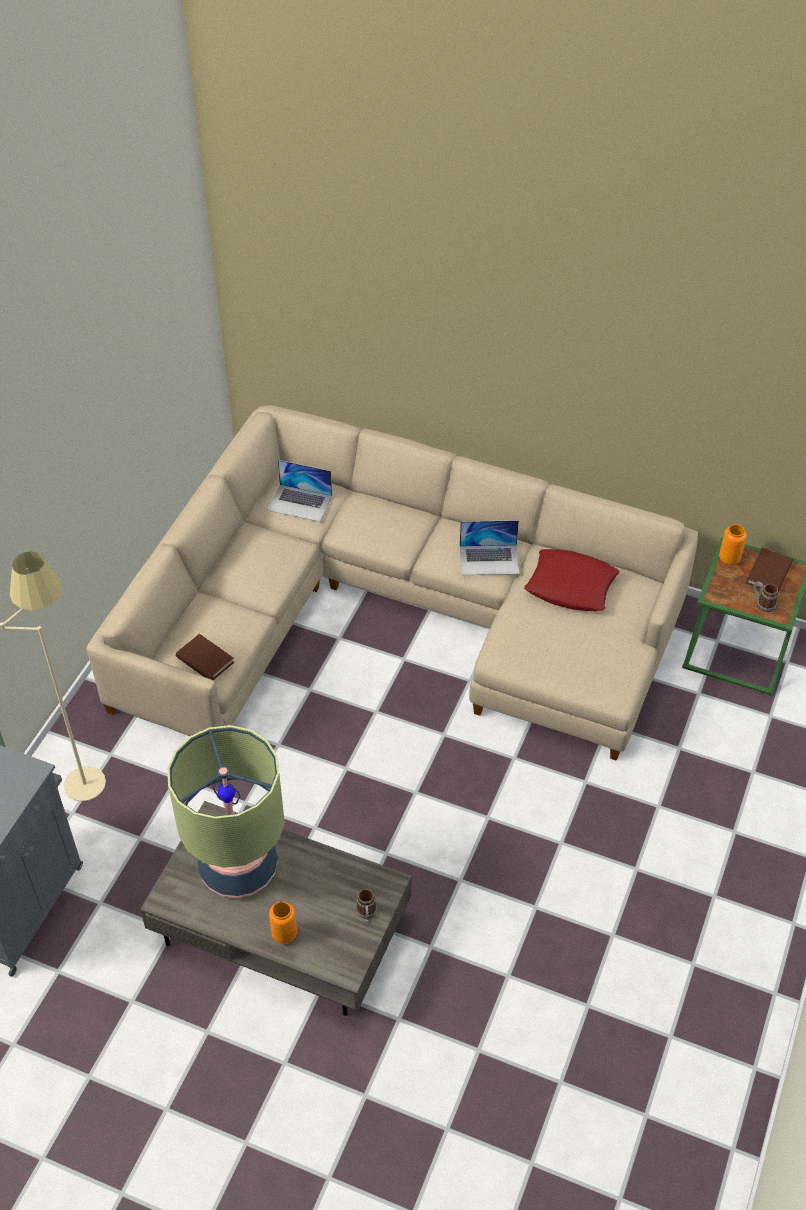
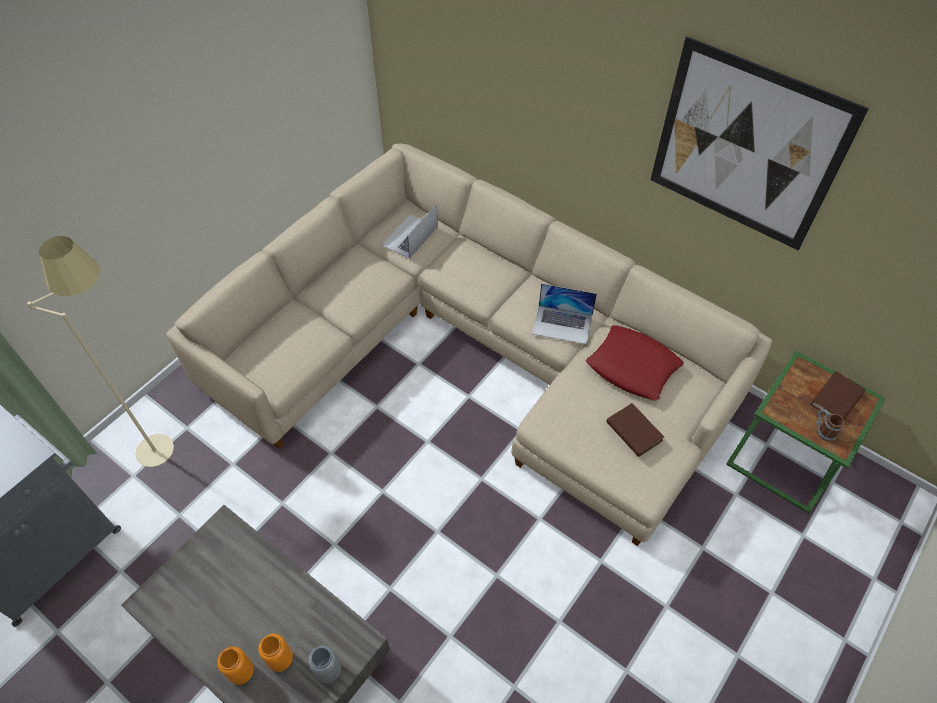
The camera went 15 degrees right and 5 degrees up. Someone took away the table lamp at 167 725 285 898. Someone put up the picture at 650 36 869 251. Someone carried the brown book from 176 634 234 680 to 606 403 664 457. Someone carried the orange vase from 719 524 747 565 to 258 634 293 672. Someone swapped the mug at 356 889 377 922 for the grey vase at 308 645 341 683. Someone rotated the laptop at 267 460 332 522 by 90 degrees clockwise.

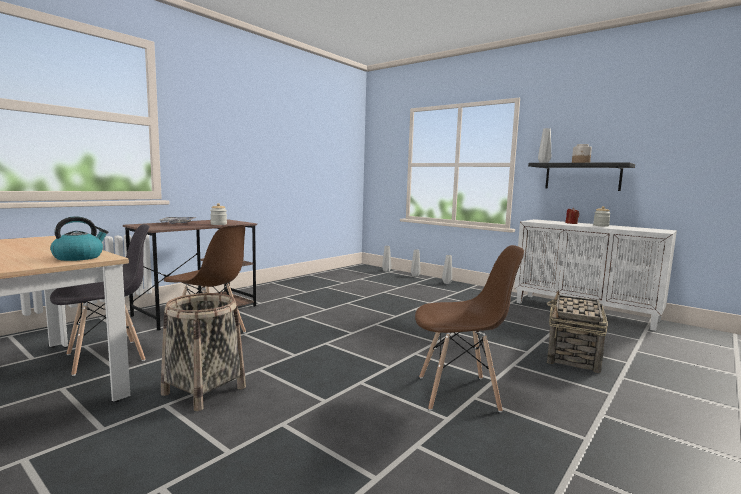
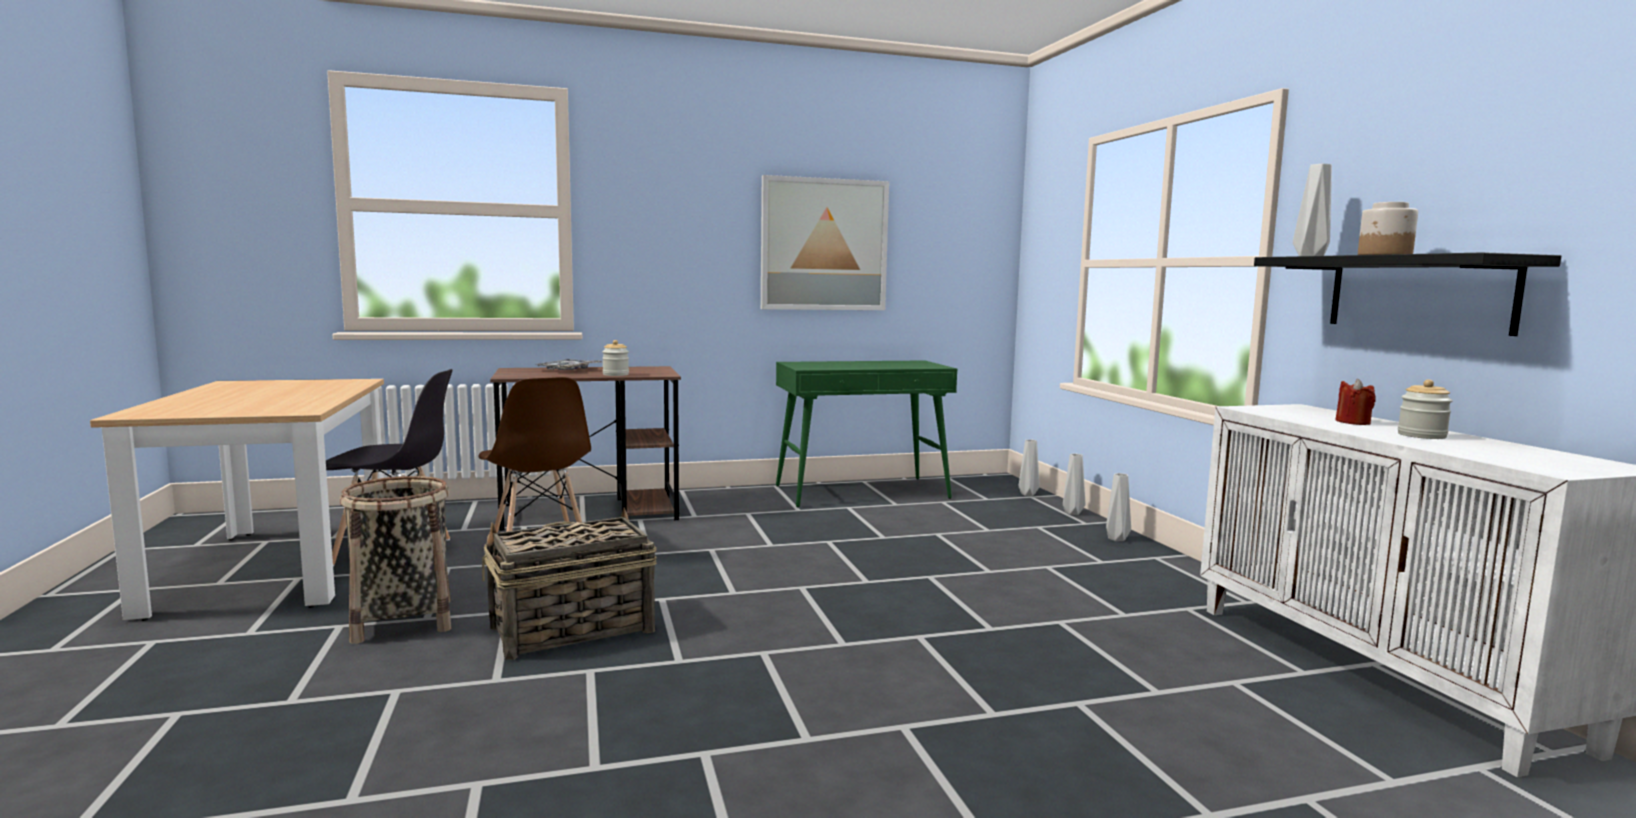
The camera went 35 degrees right and 0 degrees up. Someone took away the kettle at 50 216 108 261. Someone took away the brown chair at 415 245 524 412. Someone put up the picture at 761 175 889 310. Someone put down the green console table at 776 360 957 508. Someone carried the basket from 547 290 608 373 to 482 507 657 660.

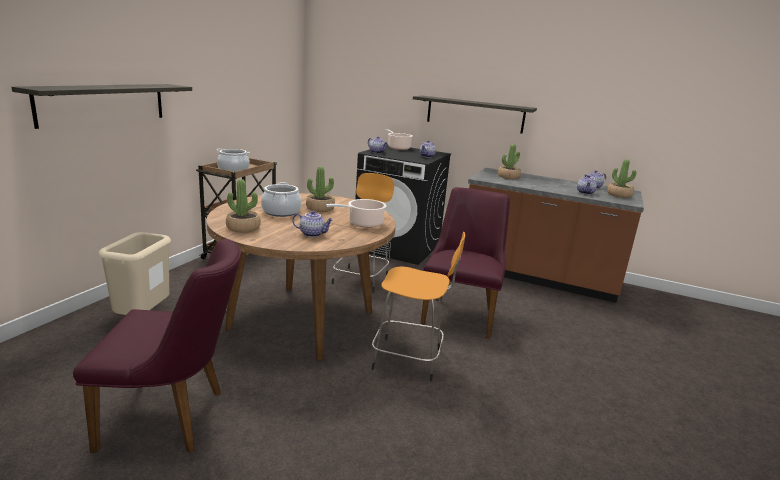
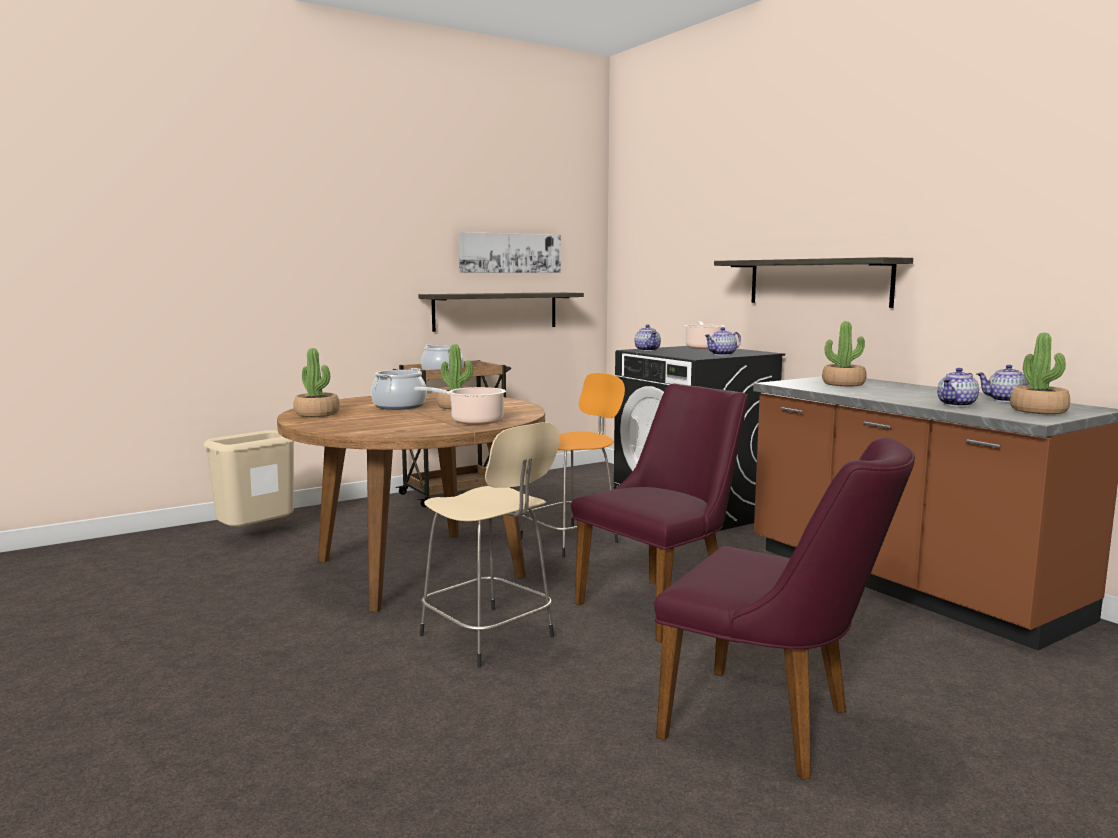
The camera went 35 degrees right and 10 degrees down. Someone took away the teapot at 292 211 333 237. Someone put up the picture at 459 232 561 273. Someone carried the shelf from 11 84 192 129 to 418 292 584 332. Someone carried the purple chair from 73 239 241 453 to 654 437 915 780. Someone repainted the orange stool at 372 232 465 381, which became the beige stool at 420 422 560 668.

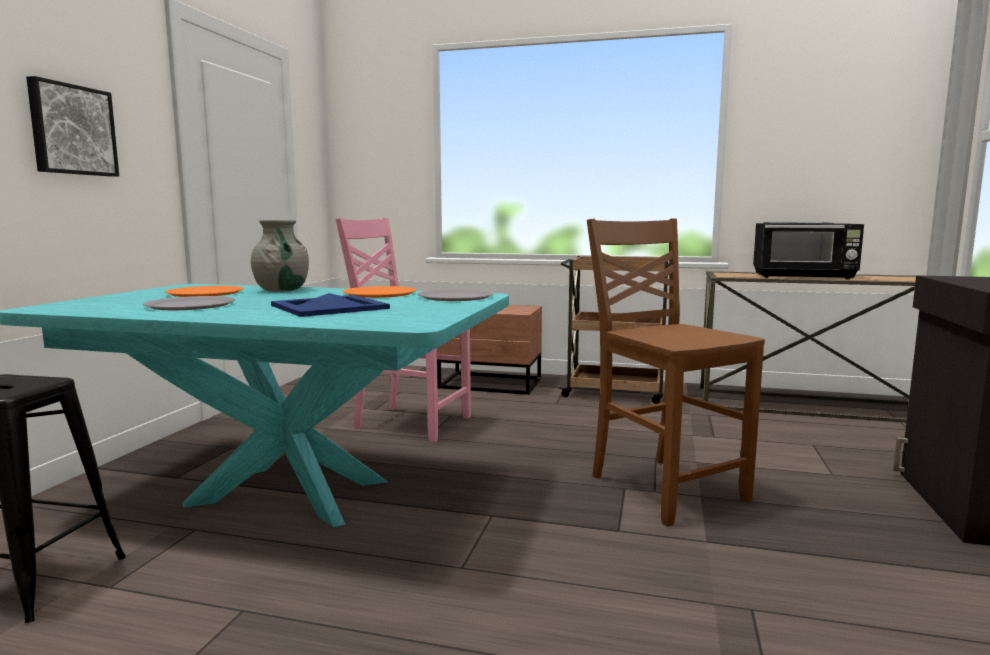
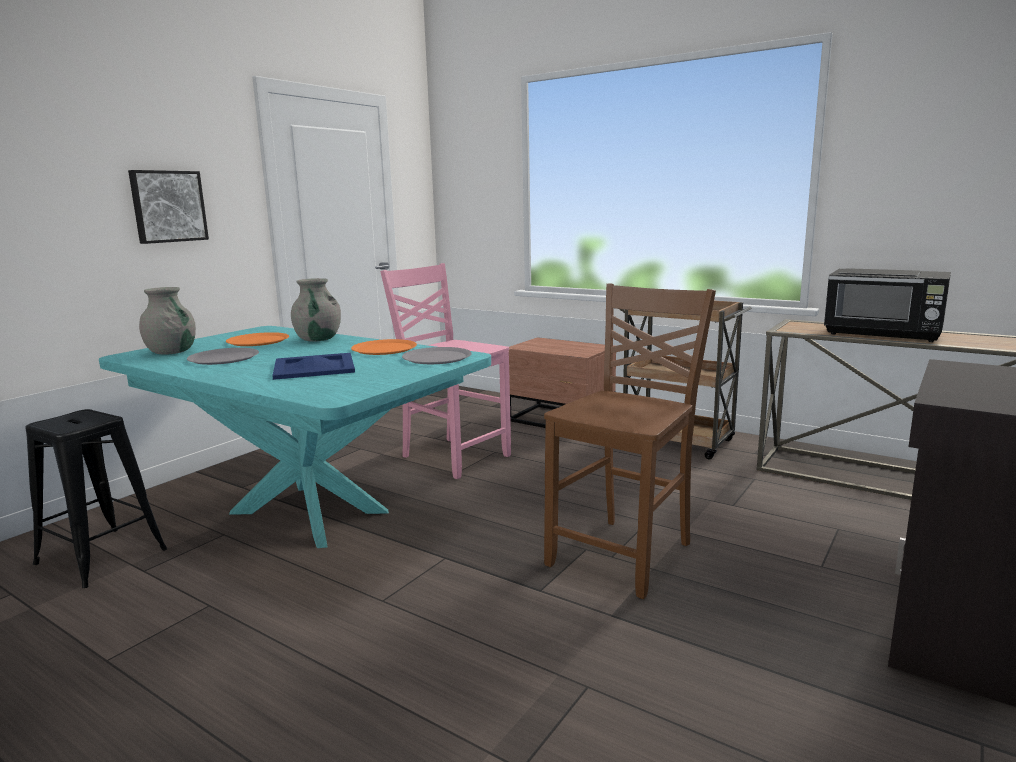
The camera went 20 degrees right and 5 degrees up. Someone put down the grey vase at 139 287 196 355. Someone rotated the brown chair at 587 218 765 526 by 45 degrees clockwise.

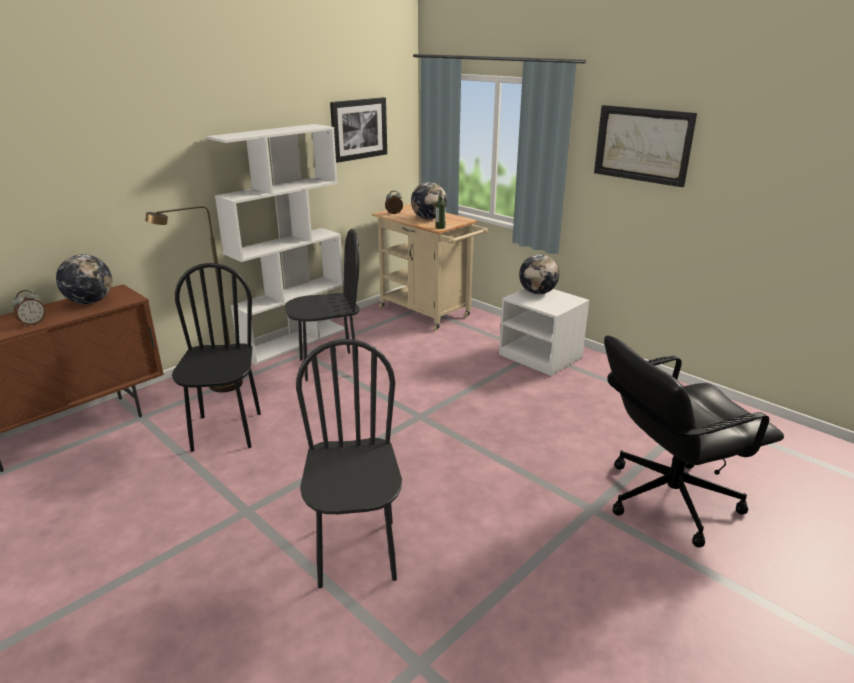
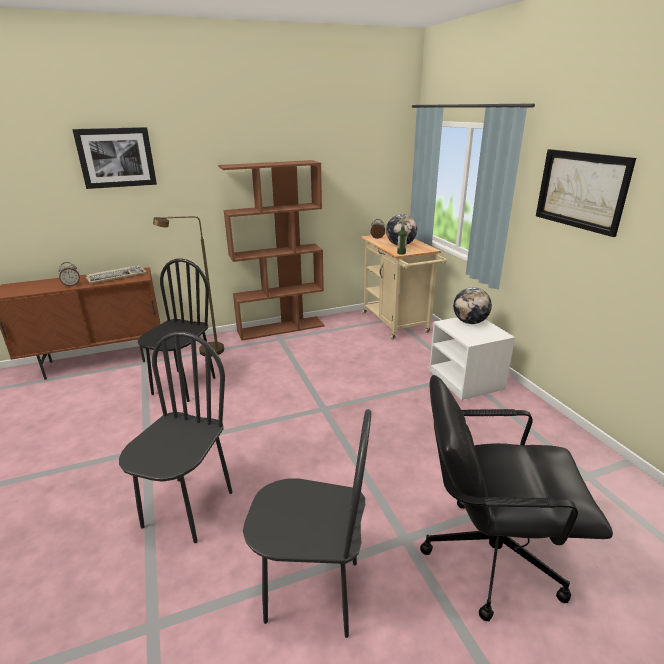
The camera went 25 degrees right and 0 degrees up. Someone carried the black chair from 285 229 360 381 to 243 409 371 638. Someone carried the picture from 330 97 387 163 to 72 127 157 189. Someone swapped the globe at 56 254 112 304 for the keyboard at 86 265 147 284. Someone repainted the white bookcase at 206 124 345 365, which became the brown bookcase at 218 160 325 341.

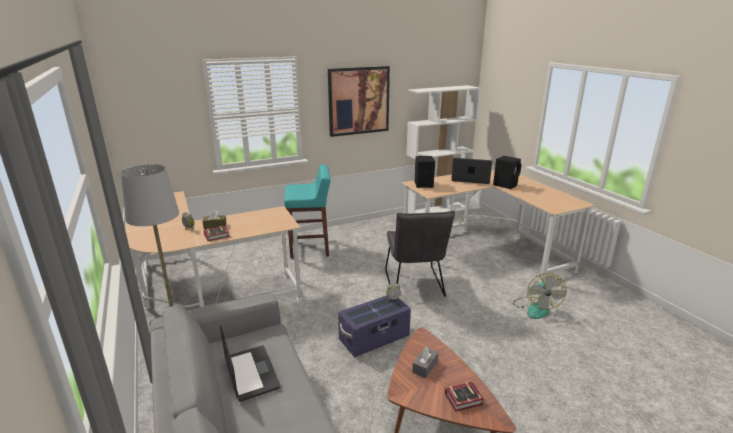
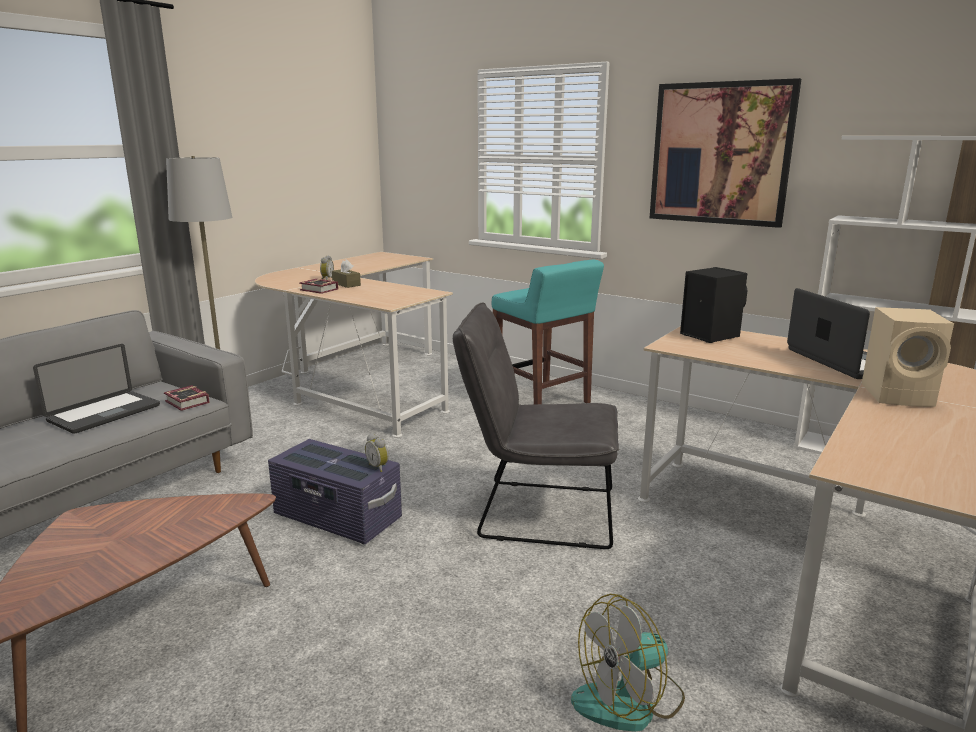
The camera went 60 degrees right and 5 degrees down. Someone took away the grey tissue box at 412 346 438 378. Someone carried the book from 445 382 484 412 to 164 385 210 411. Someone repainted the black speaker at 493 156 521 189, which became the beige speaker at 862 307 954 407. Someone rotated the grey chair at 385 210 455 297 by 45 degrees clockwise.

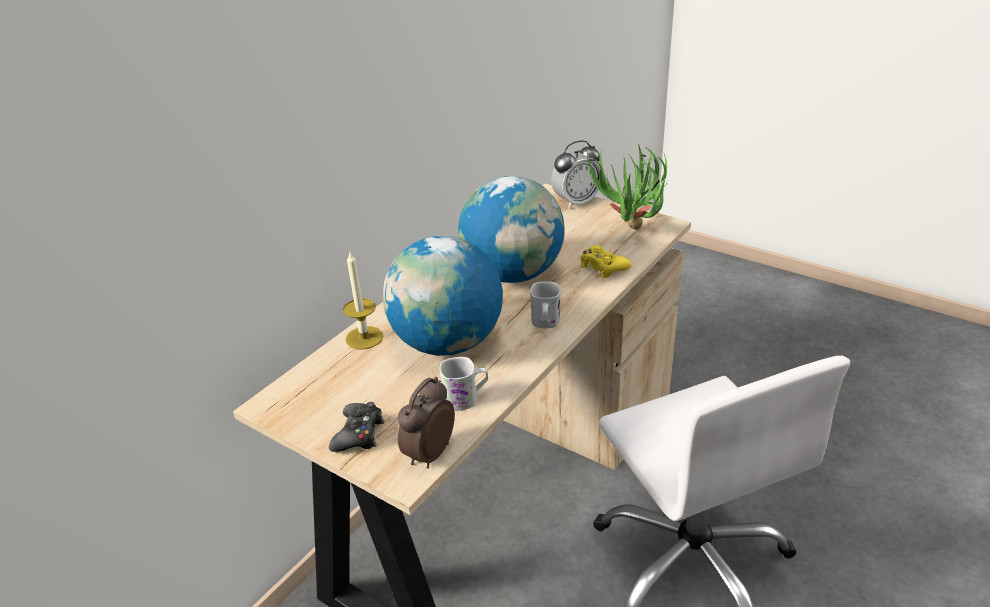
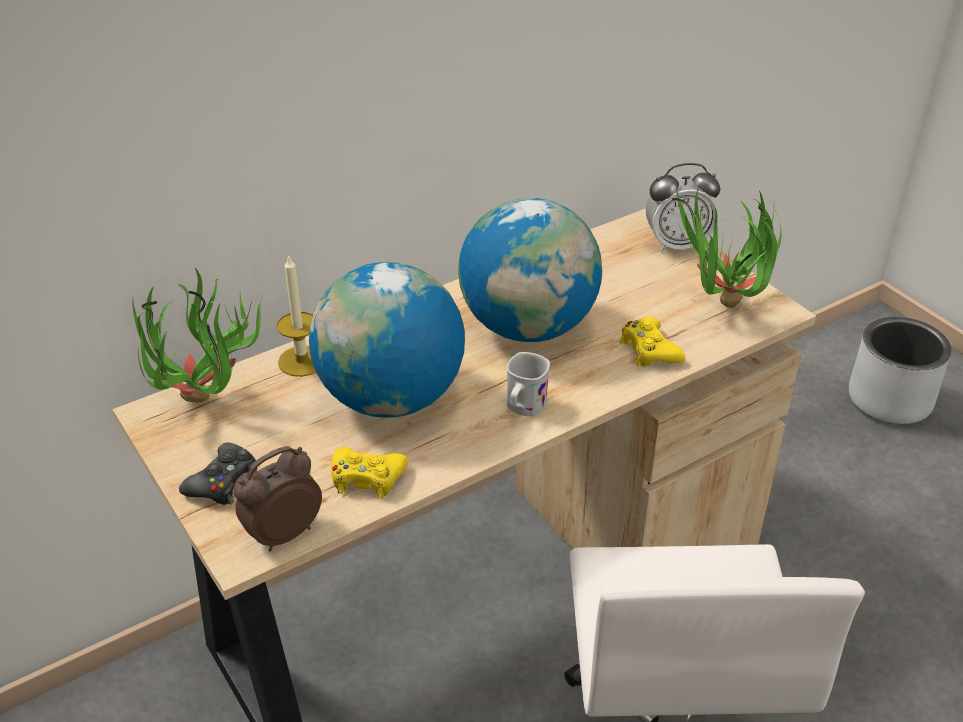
The camera went 20 degrees right and 5 degrees up. Someone put down the potted plant at 132 268 262 403. Someone put down the grey planter at 849 317 951 424. Someone swapped the white mug at 439 357 488 411 for the yellow game controller at 331 447 408 499.

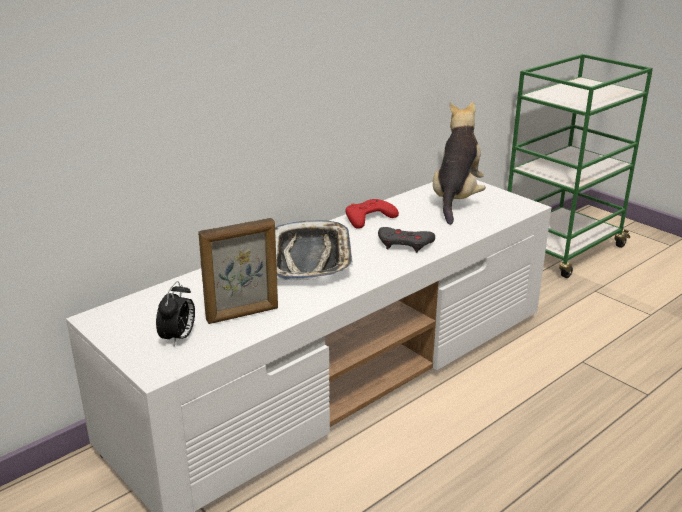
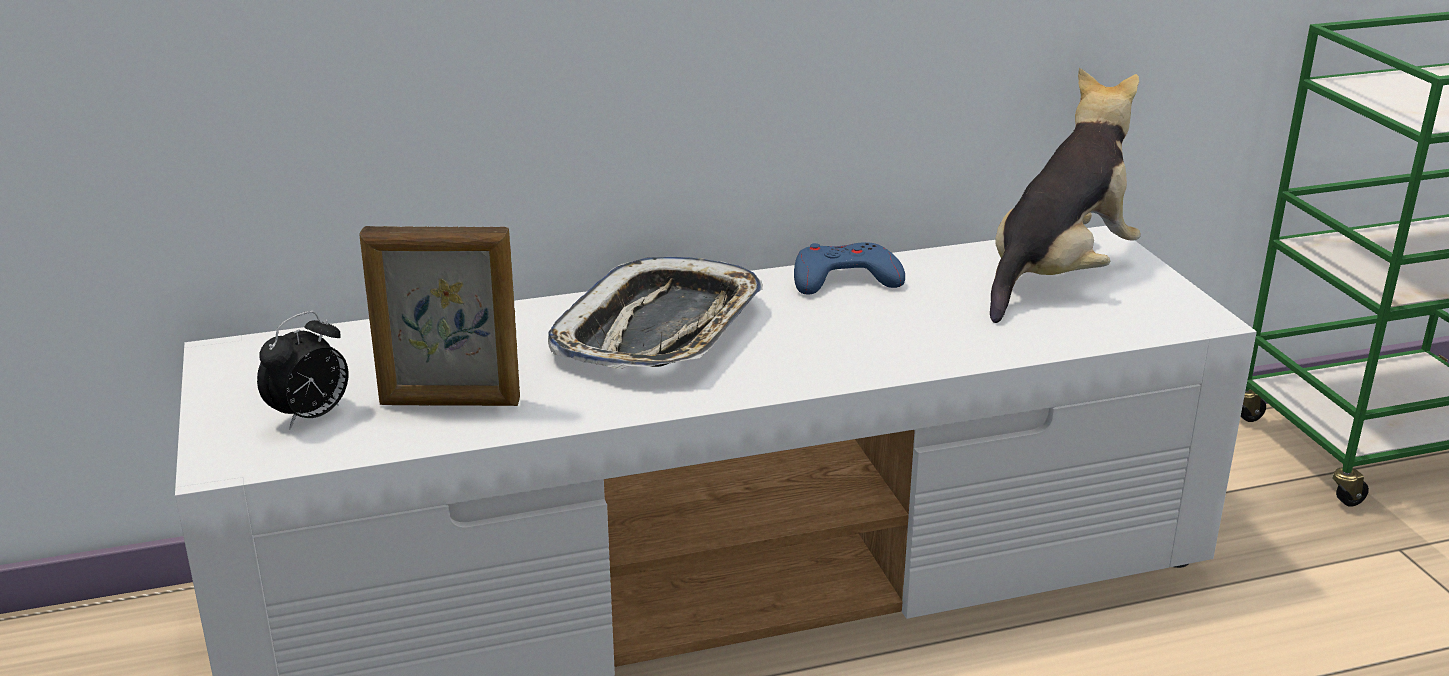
The camera went 25 degrees right and 0 degrees up. Someone took away the grey game controller at 378 227 435 253. Someone repainted the red game controller at 346 199 399 229, which became the blue game controller at 794 242 905 294.

